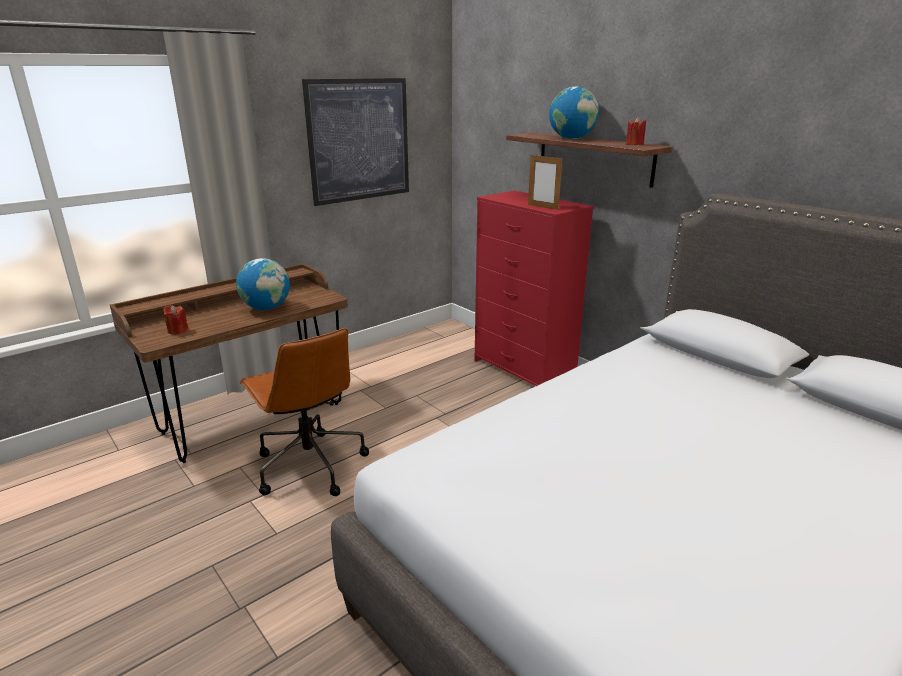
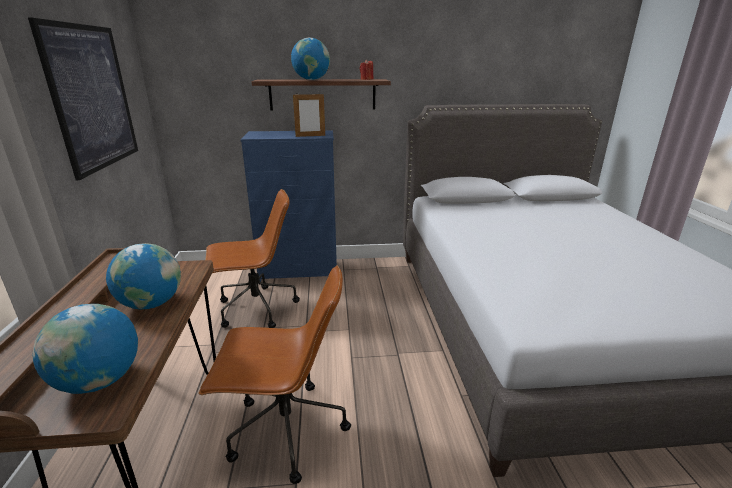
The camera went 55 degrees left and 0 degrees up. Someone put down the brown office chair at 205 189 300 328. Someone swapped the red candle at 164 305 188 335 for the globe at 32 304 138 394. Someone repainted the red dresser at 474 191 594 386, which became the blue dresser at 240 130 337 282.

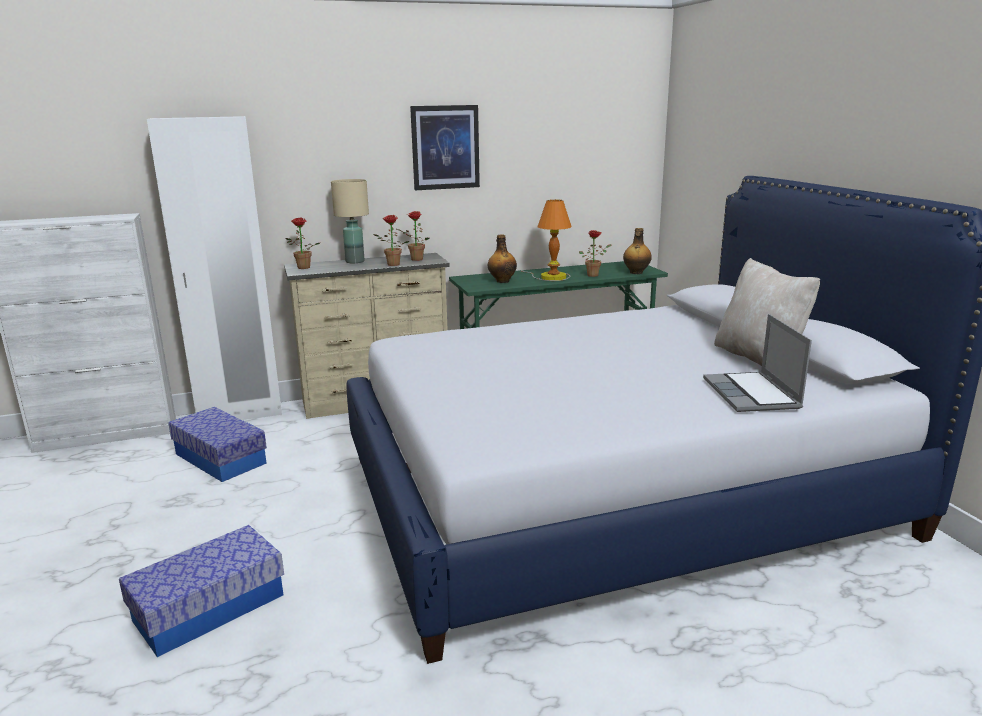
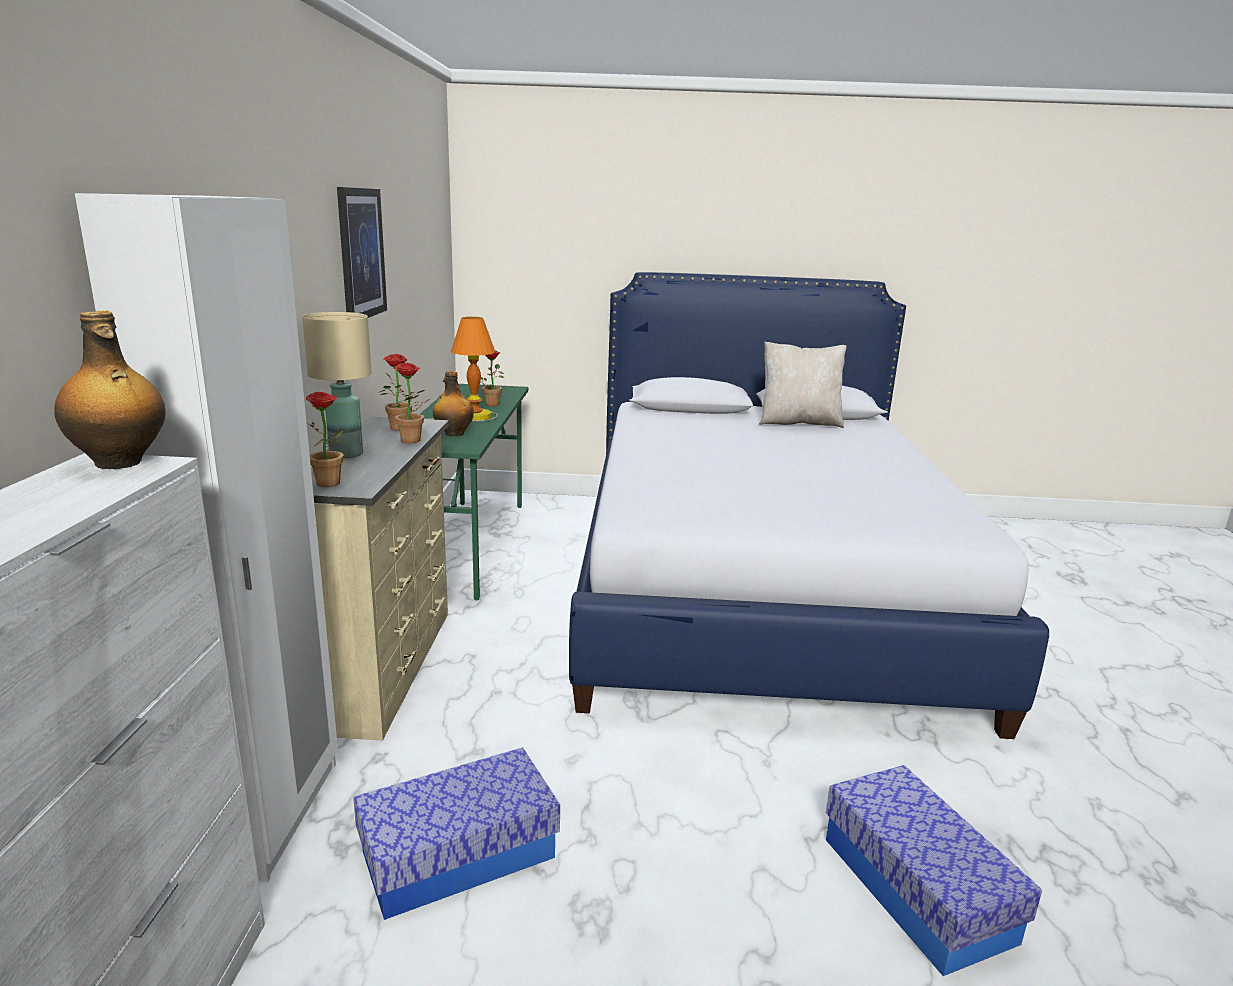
The camera went 70 degrees left and 0 degrees up. Someone took away the laptop at 703 314 812 412. Someone carried the bottle from 623 228 652 274 to 54 311 166 469.

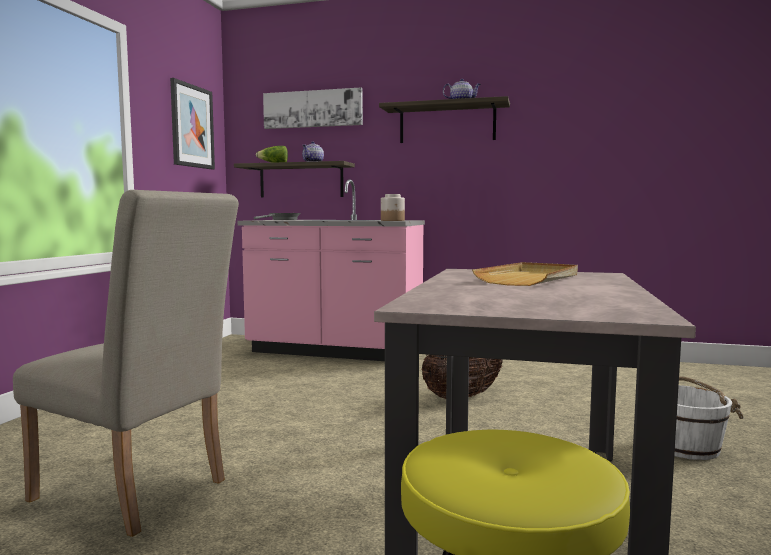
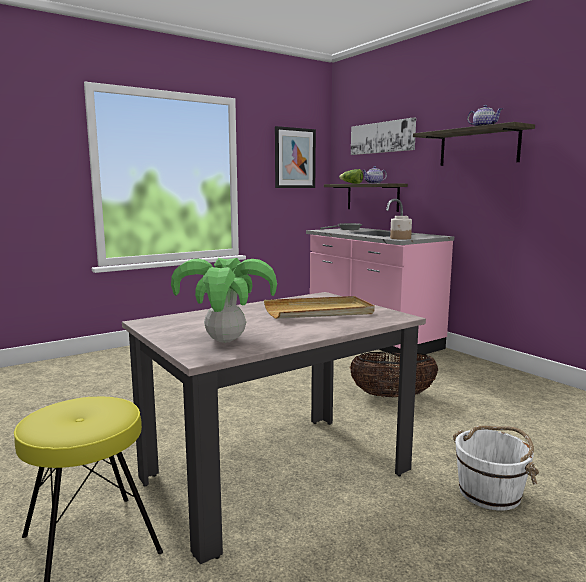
The camera went 40 degrees right and 5 degrees up. Someone took away the beige chair at 13 190 239 537. Someone put down the potted plant at 171 258 277 343.

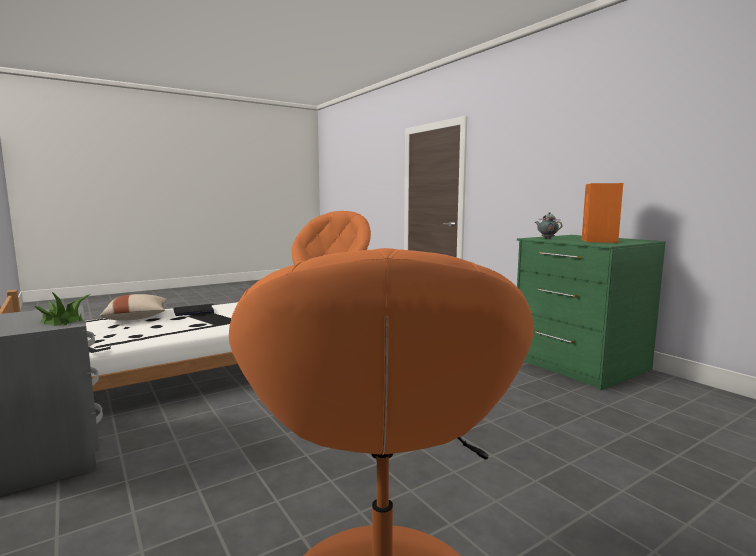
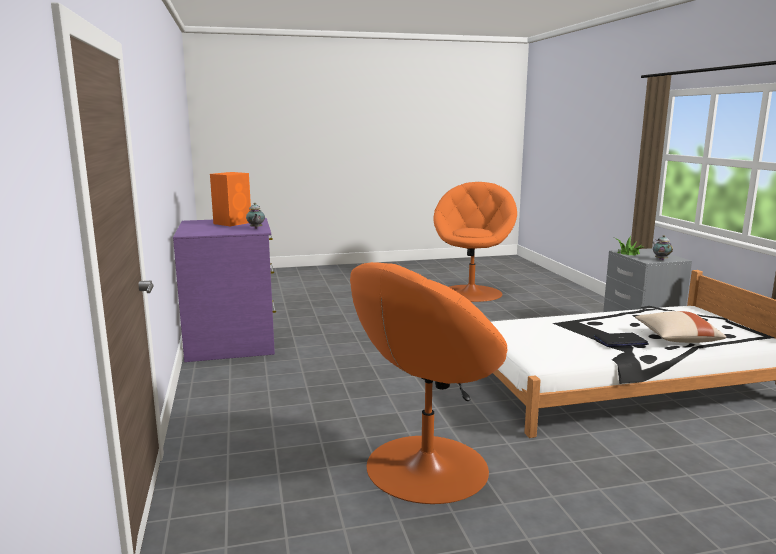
The camera went 160 degrees left and 5 degrees up. Someone put down the teapot at 652 235 673 260. Someone repainted the green dresser at 517 235 666 390, which became the purple dresser at 173 218 276 362.

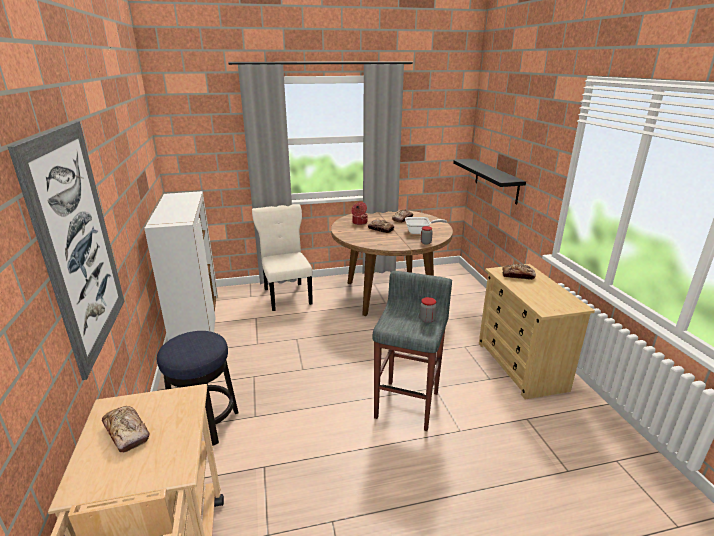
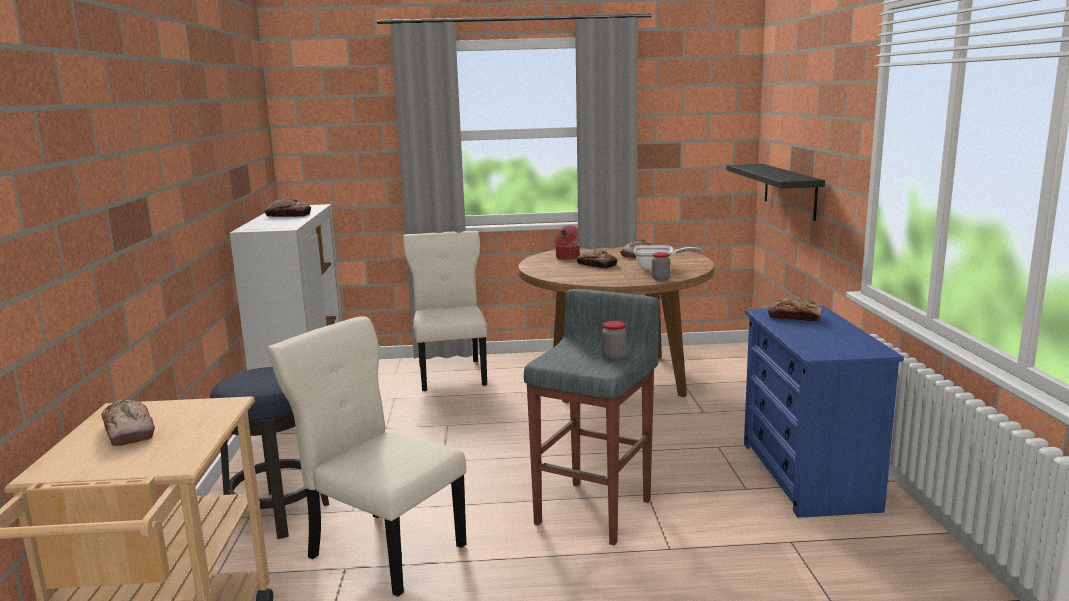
The camera went 10 degrees right and 10 degrees down. Someone took away the picture at 8 121 124 380. Someone put down the bread at 265 199 311 217. Someone put down the beige chair at 267 316 466 597. Someone repainted the beige dresser at 479 264 595 400, which became the blue dresser at 744 306 904 518.

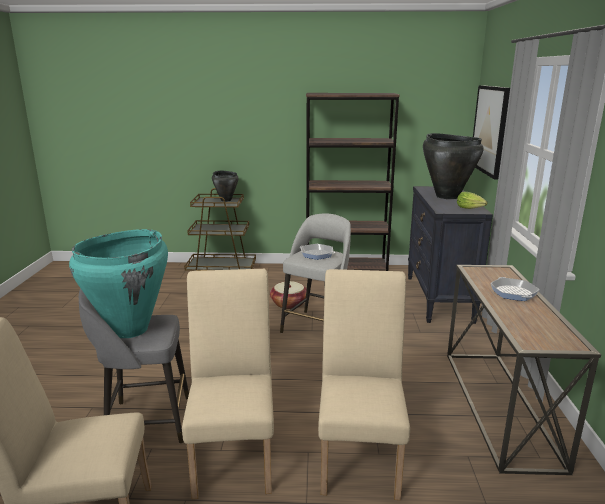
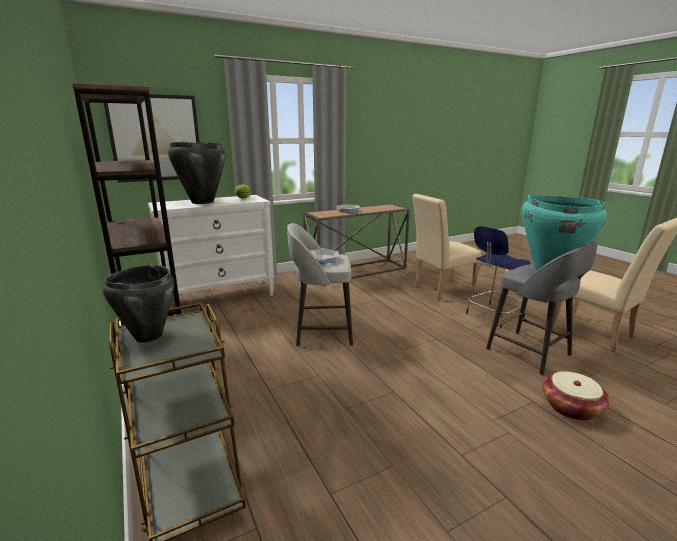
The camera went 120 degrees left and 0 degrees up. Someone carried the basket from 270 281 307 309 to 542 371 609 420. Someone swapped the beige chair at 182 269 274 499 for the blue stool at 466 226 531 328. Someone repainted the black dresser at 408 186 493 324, which became the white dresser at 148 195 275 296.

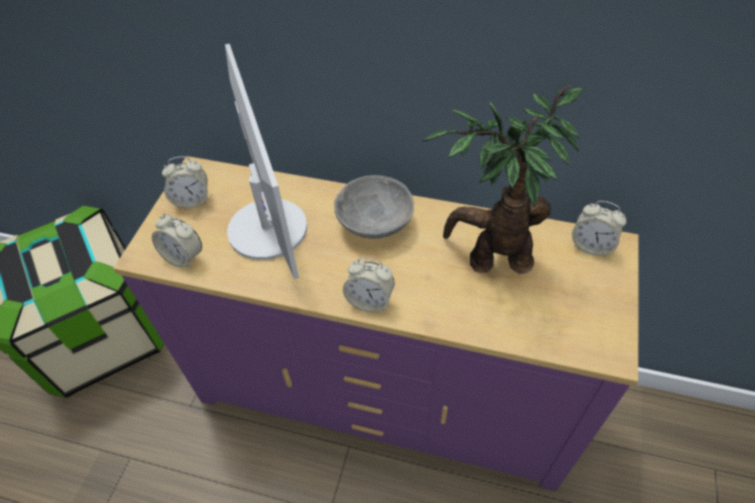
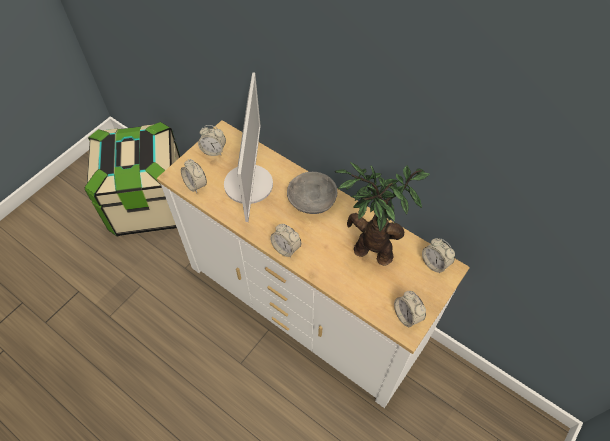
The camera went 20 degrees right and 5 degrees up. Someone put down the alarm clock at 394 291 426 328. Someone repainted the purple dresser at 113 156 639 491, which became the white dresser at 157 120 470 408.

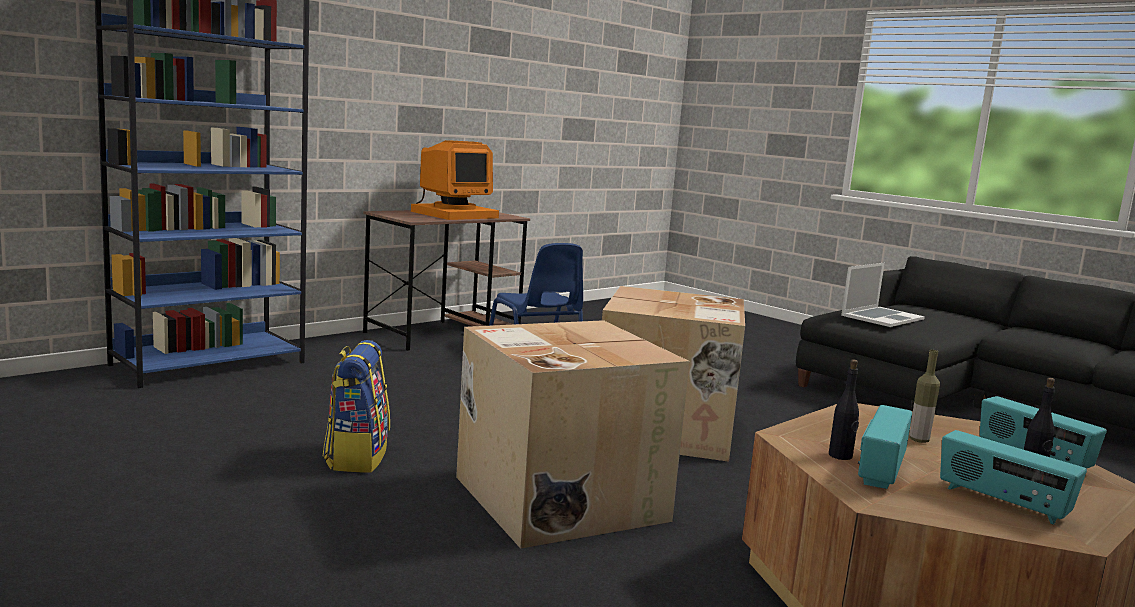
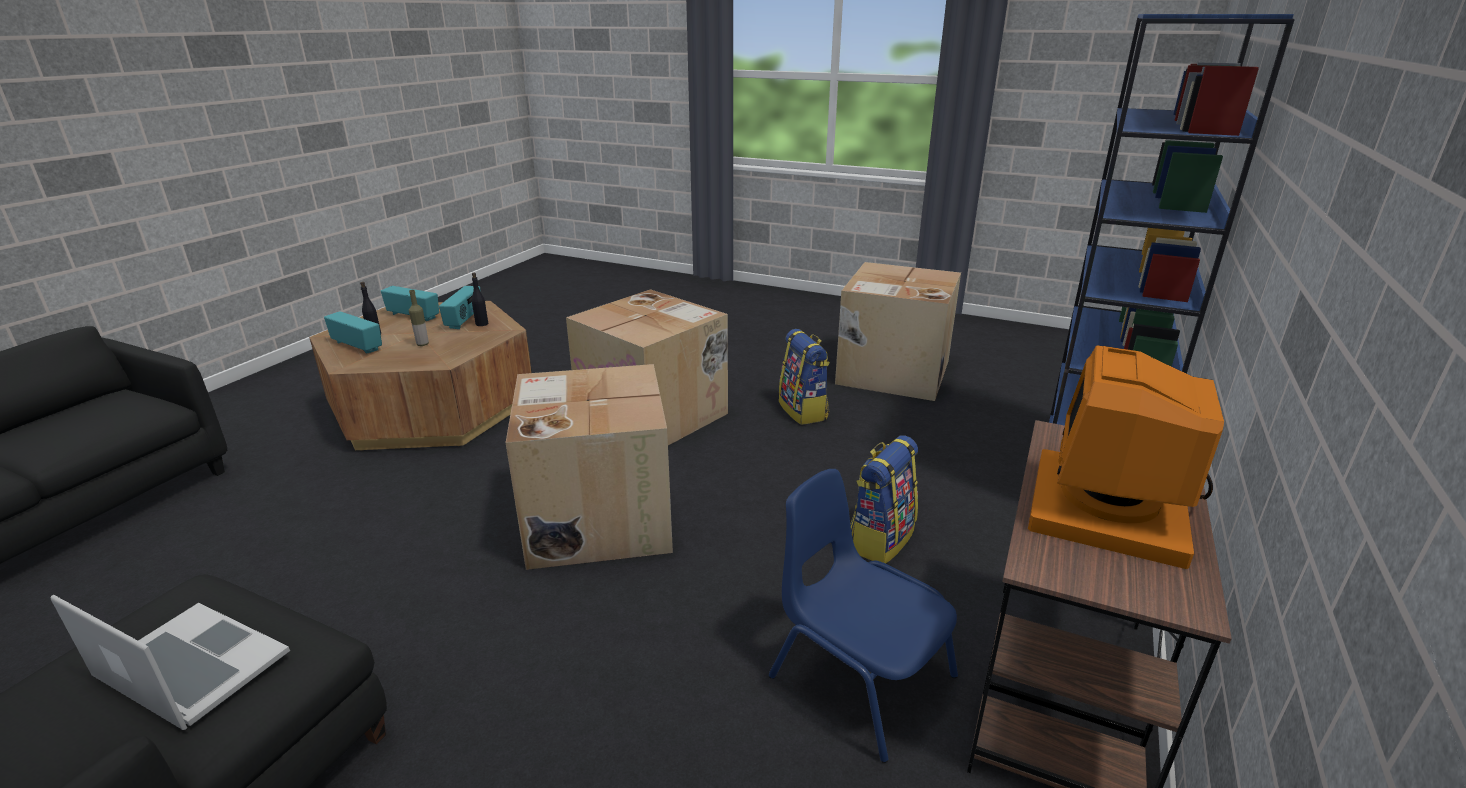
The camera went 160 degrees right and 15 degrees up. Someone put down the cardboard box at 835 262 961 401. Someone put down the backpack at 850 435 918 564. Someone rotated the laptop at 841 263 925 327 by 90 degrees clockwise.

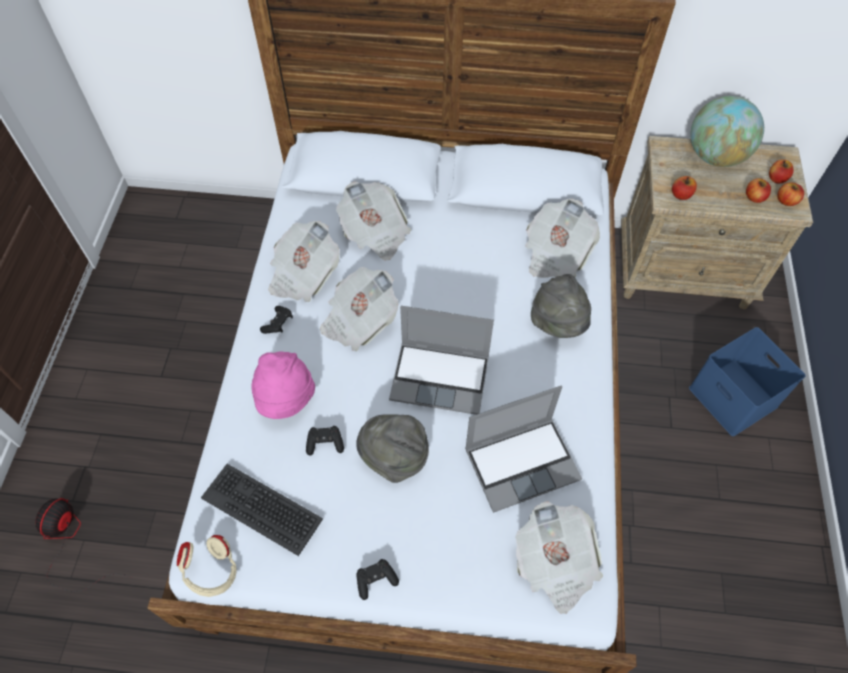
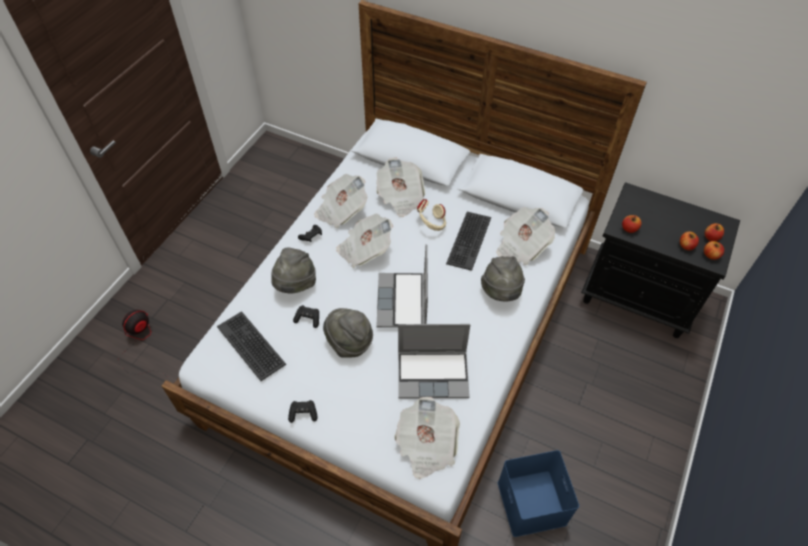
The camera went 20 degrees right and 5 degrees down. Someone took away the globe at 691 96 764 167. Someone put down the keyboard at 446 212 491 271. Someone carried the beige headphones from 177 535 237 597 to 417 199 446 231. Someone carried the blue storage box from 689 327 806 436 to 498 450 579 537. Someone repainted the pink hat at 251 351 315 419, which became the grey hat at 271 247 316 294. Someone repainted the beige nightstand at 621 136 813 309, which became the black nightstand at 581 182 740 338. Someone rotated the laptop at 389 306 494 415 by 60 degrees clockwise.

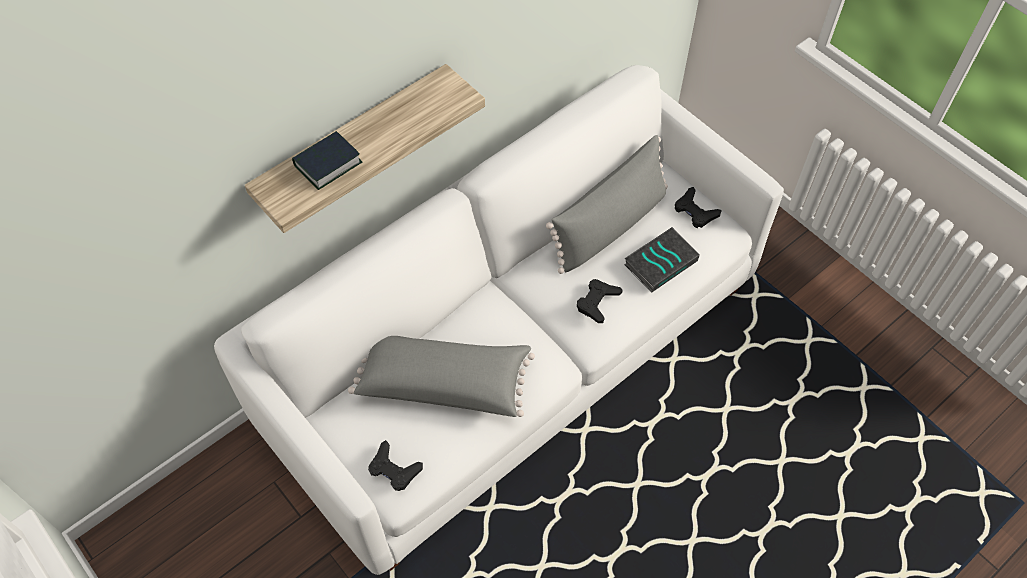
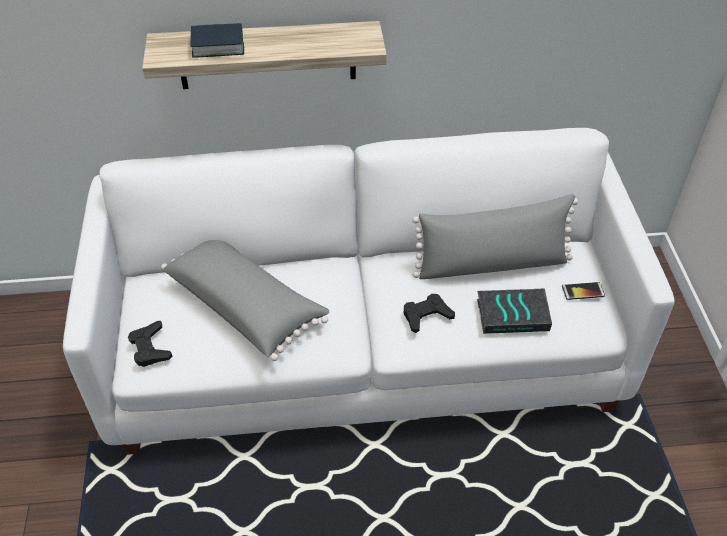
The camera went 35 degrees right and 10 degrees down. Someone swapped the black game controller at 675 187 722 228 for the phone at 562 282 605 300.

